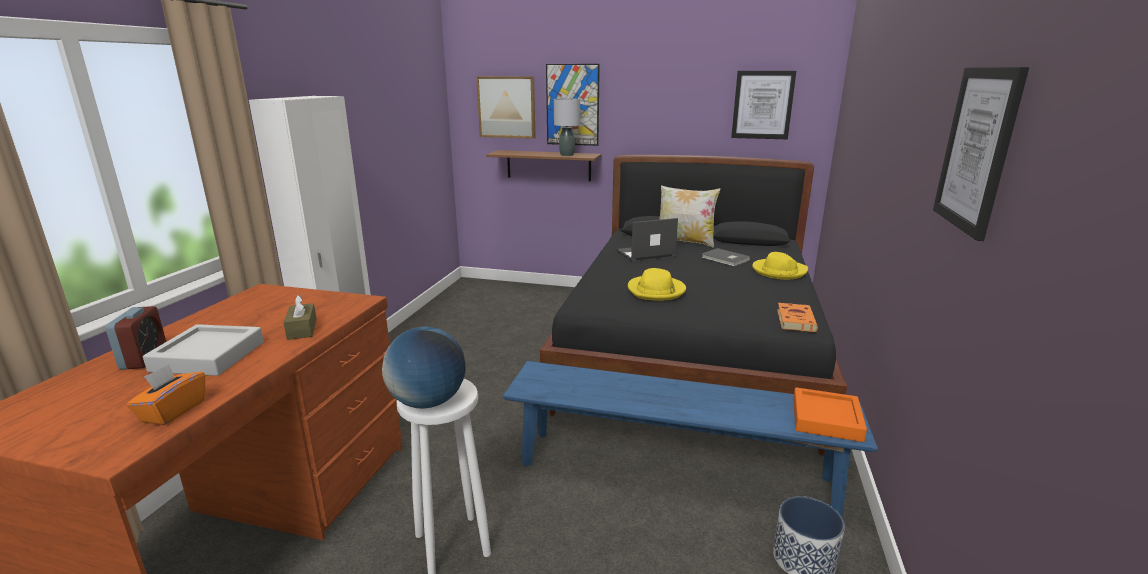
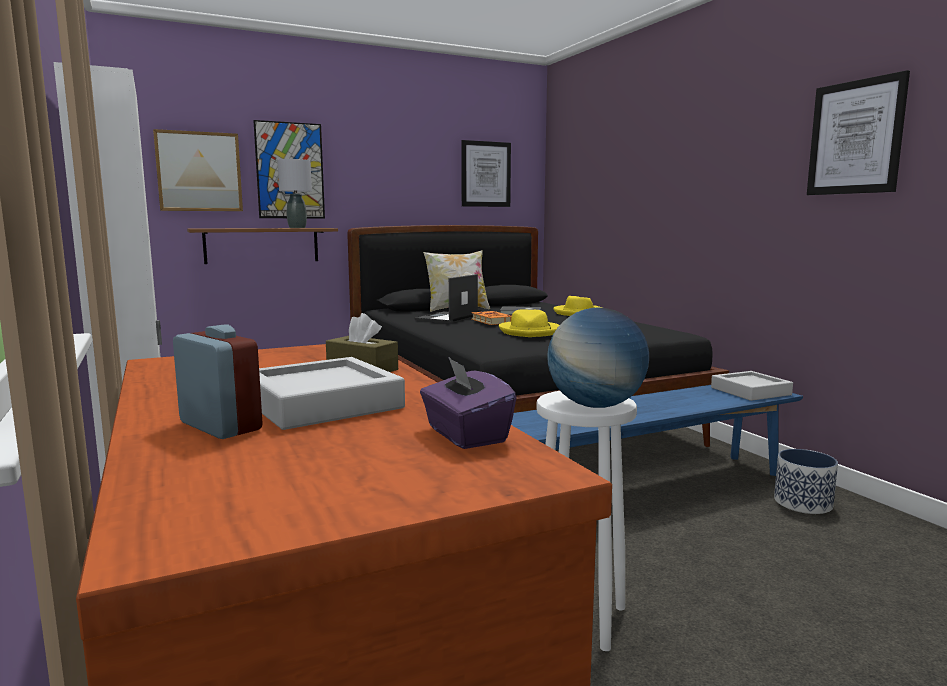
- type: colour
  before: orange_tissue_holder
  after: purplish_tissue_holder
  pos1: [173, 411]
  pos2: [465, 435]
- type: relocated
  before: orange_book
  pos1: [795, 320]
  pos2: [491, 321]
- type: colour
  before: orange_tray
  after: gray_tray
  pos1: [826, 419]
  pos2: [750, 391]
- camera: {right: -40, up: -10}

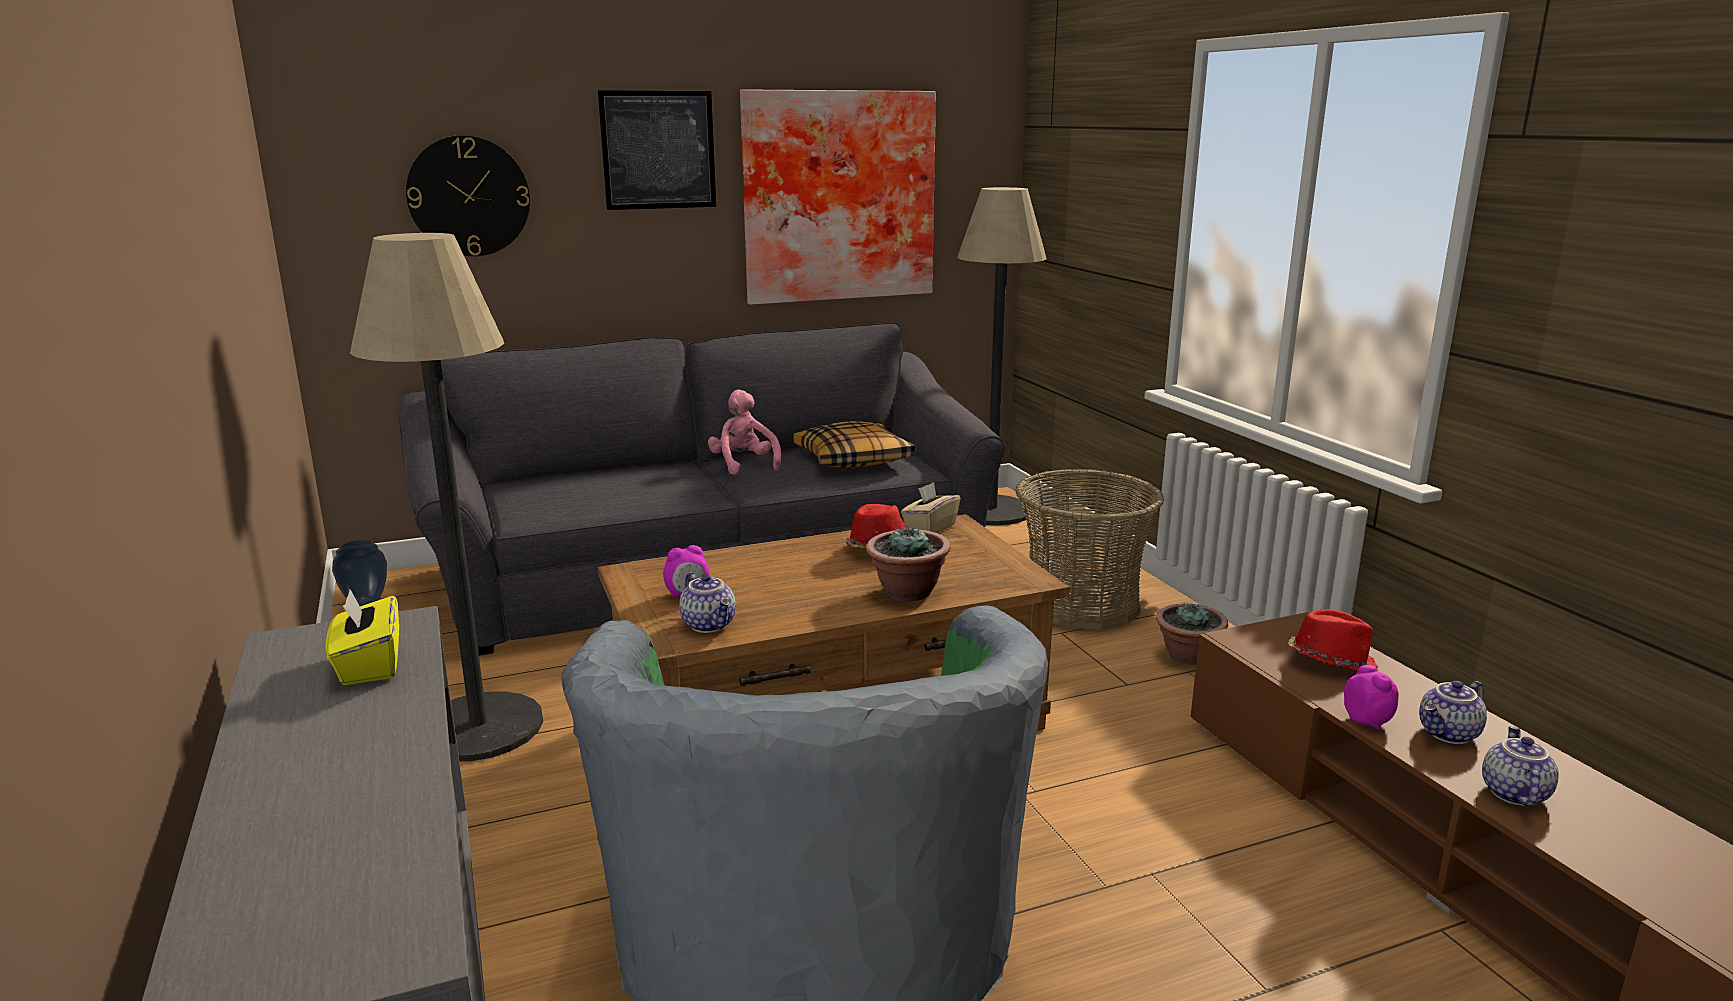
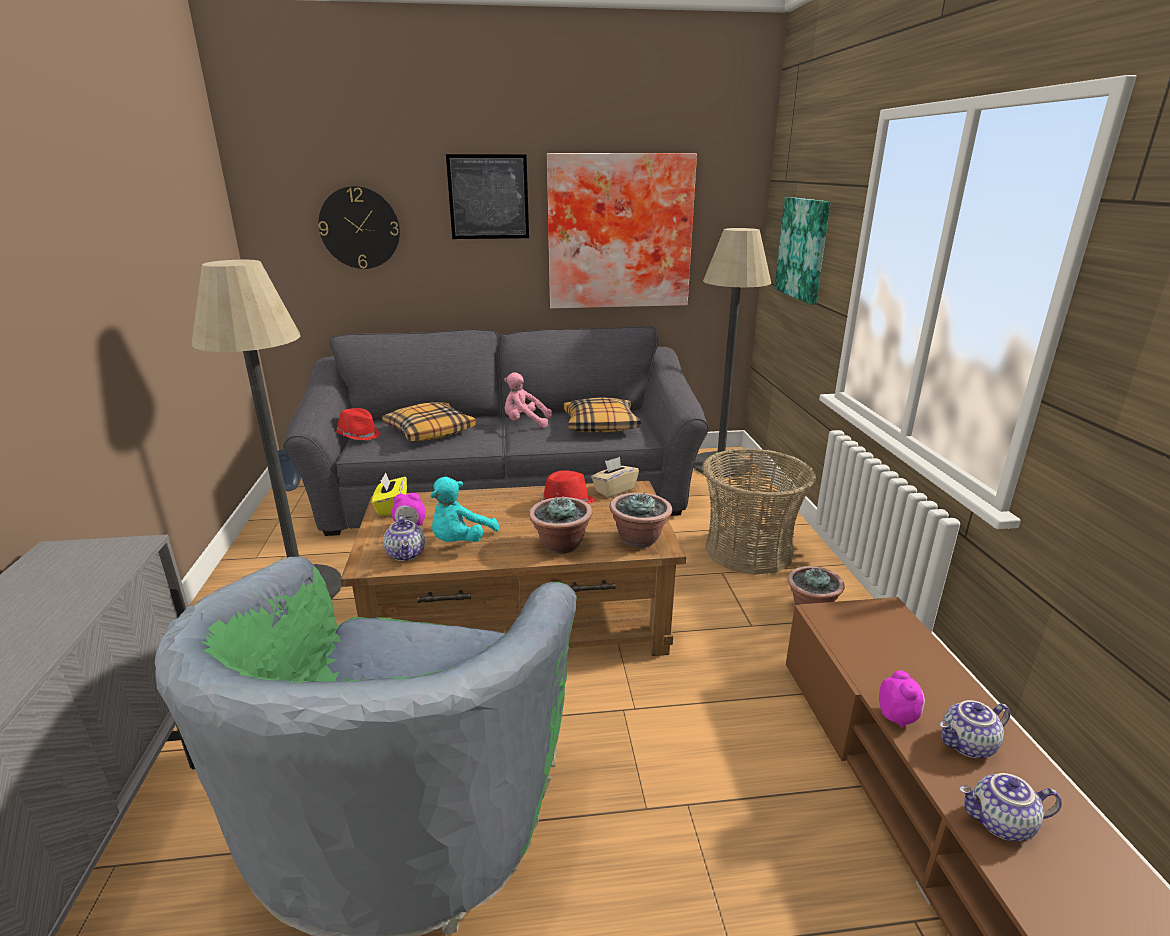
- type: relocated
  before: yellowish_tissue_holder
  pos1: [369, 665]
  pos2: [391, 507]
- type: spun
  before: pink-coloured_cuddly_toy
  pos1: [744, 465]
  pos2: [525, 423]
  turn: -75
- type: relocated
  before: reddish_clothing_hat
  pos1: [1330, 661]
  pos2: [358, 435]
- type: spun
  before: pot_for_tea
  pos1: [1512, 793]
  pos2: [1000, 824]
  turn: -120
- type: appeared
  after: pillow
  pos2: [429, 431]
- type: appeared
  after: turquoise-coloured_cuddly_toy
  pos2: [460, 542]
- type: appeared
  after: potted_plant
  pos2: [639, 539]
- type: appeared
  after: wall_picture
  pos2: [803, 249]
- camera: {right: 15, up: 5}

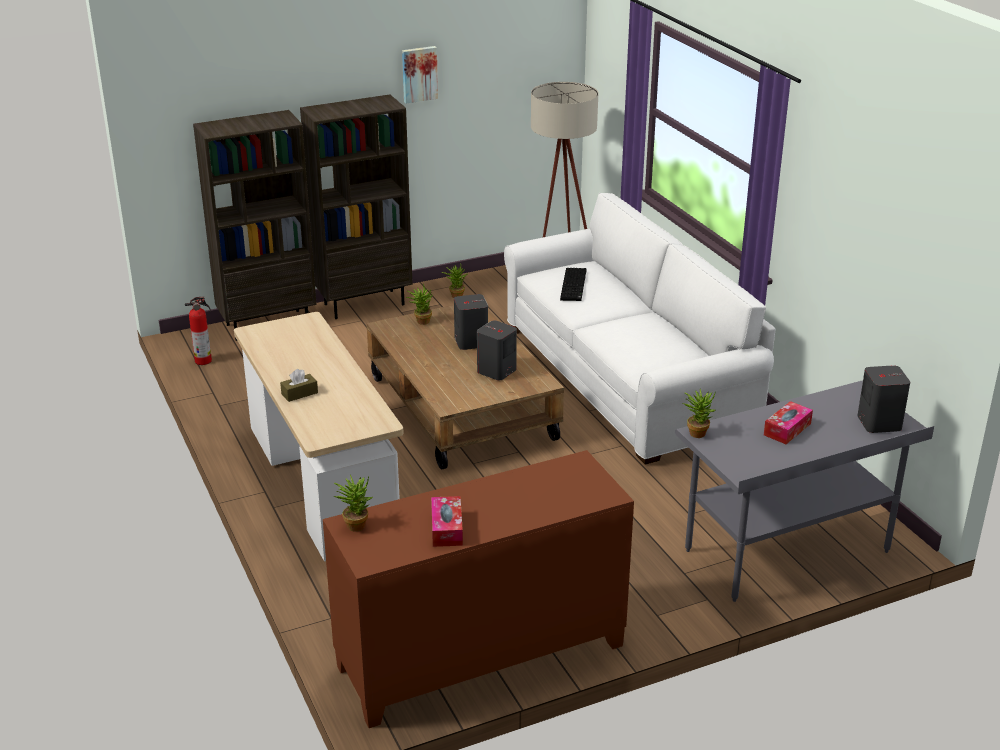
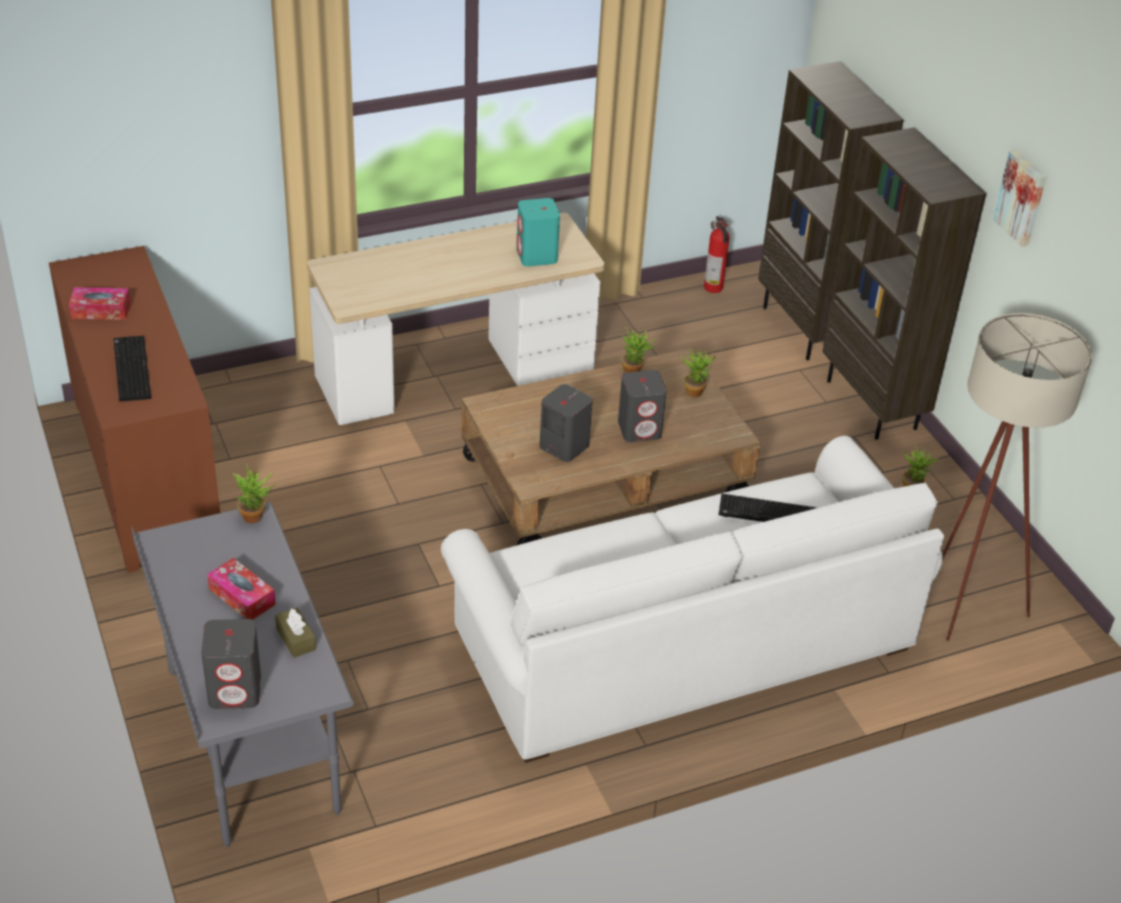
- type: relocated
  before: brown_tissue_holder
  pos1: [299, 393]
  pos2: [296, 639]
- type: relocated
  before: potted_plant
  pos1: [355, 523]
  pos2: [635, 371]
- type: appeared
  after: PC_keyboard
  pos2: [130, 369]
- type: appeared
  after: turquoise-coloured_speaker
  pos2: [537, 256]
- camera: {right: 90, up: 10}

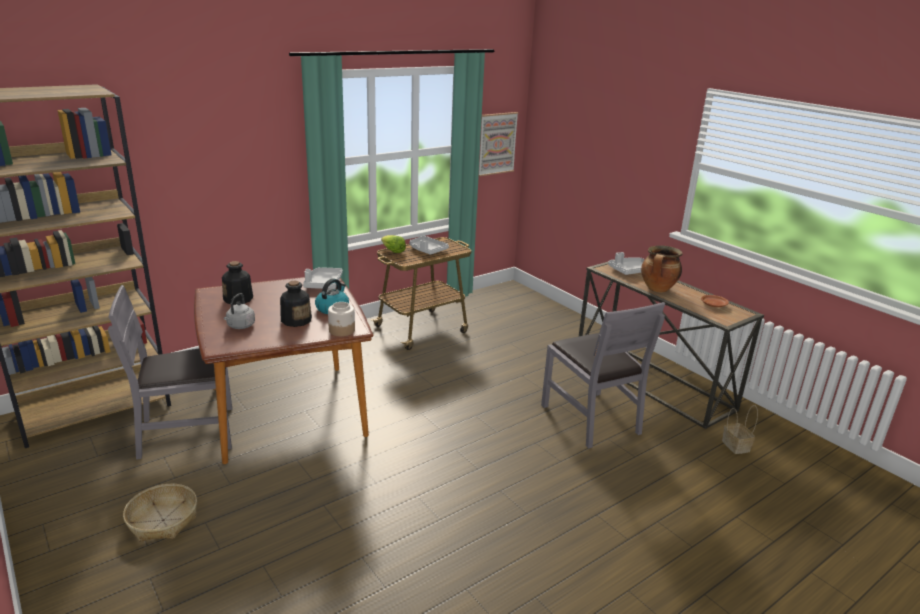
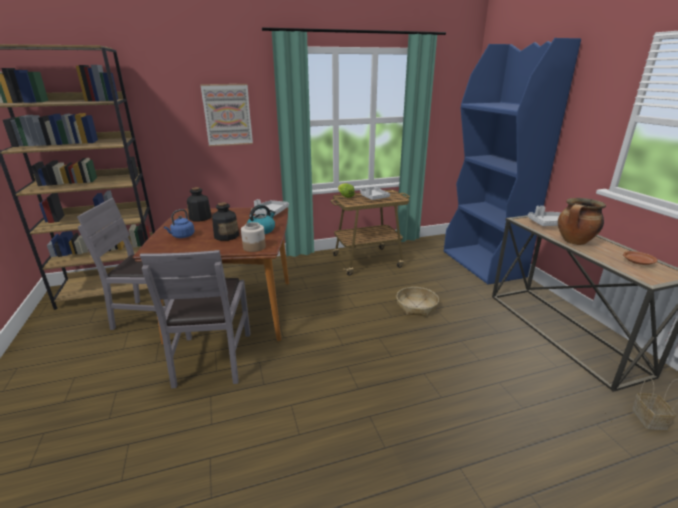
- type: relocated
  before: basket
  pos1: [163, 520]
  pos2: [416, 307]
- type: colour
  before: gray_tea_kettle
  after: blue_tea_kettle
  pos1: [240, 326]
  pos2: [182, 236]
- type: relocated
  before: wall_picture
  pos1: [497, 143]
  pos2: [227, 115]
- type: relocated
  before: gray_plain_chair
  pos1: [591, 418]
  pos2: [212, 358]
- type: appeared
  after: blue_shelving_unit
  pos2: [483, 264]
- camera: {right: 20, up: 0}

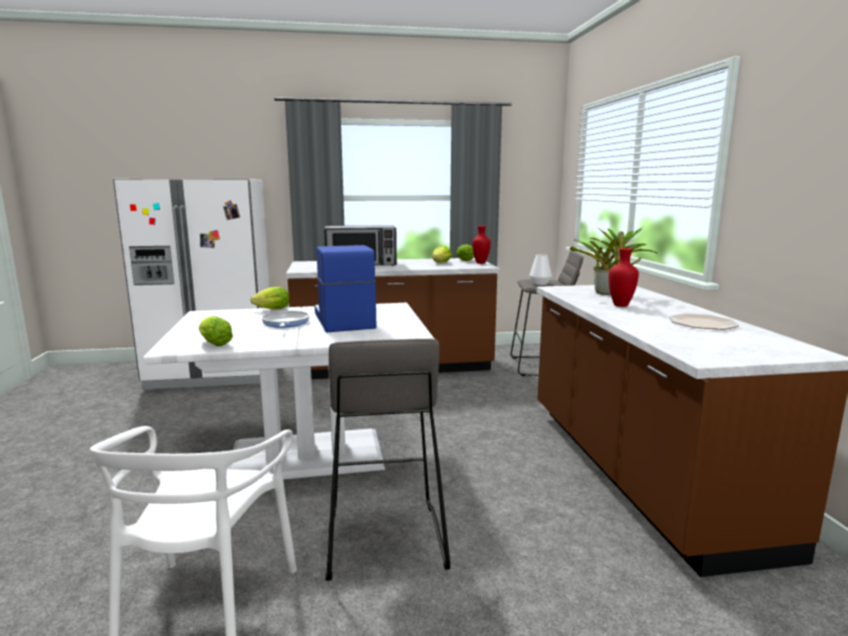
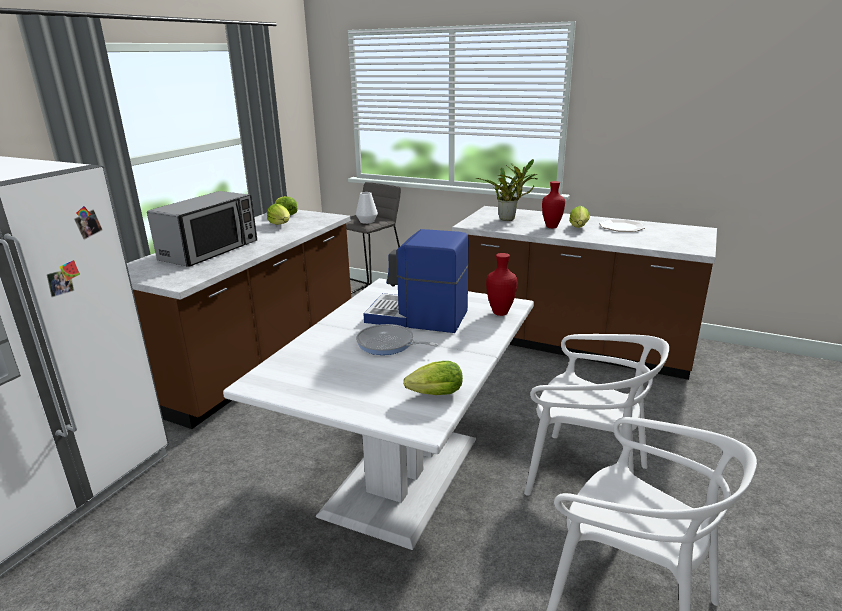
- type: relocated
  before: lettuce_head
  pos1: [270, 310]
  pos2: [578, 228]
- type: exchanged
  before: gray_stool_seat
  after: whitish_plain_chair
  pos1: [384, 541]
  pos2: [586, 476]
- type: relocated
  before: reddish_vase
  pos1: [481, 263]
  pos2: [501, 313]
- camera: {right: -55, up: 10}

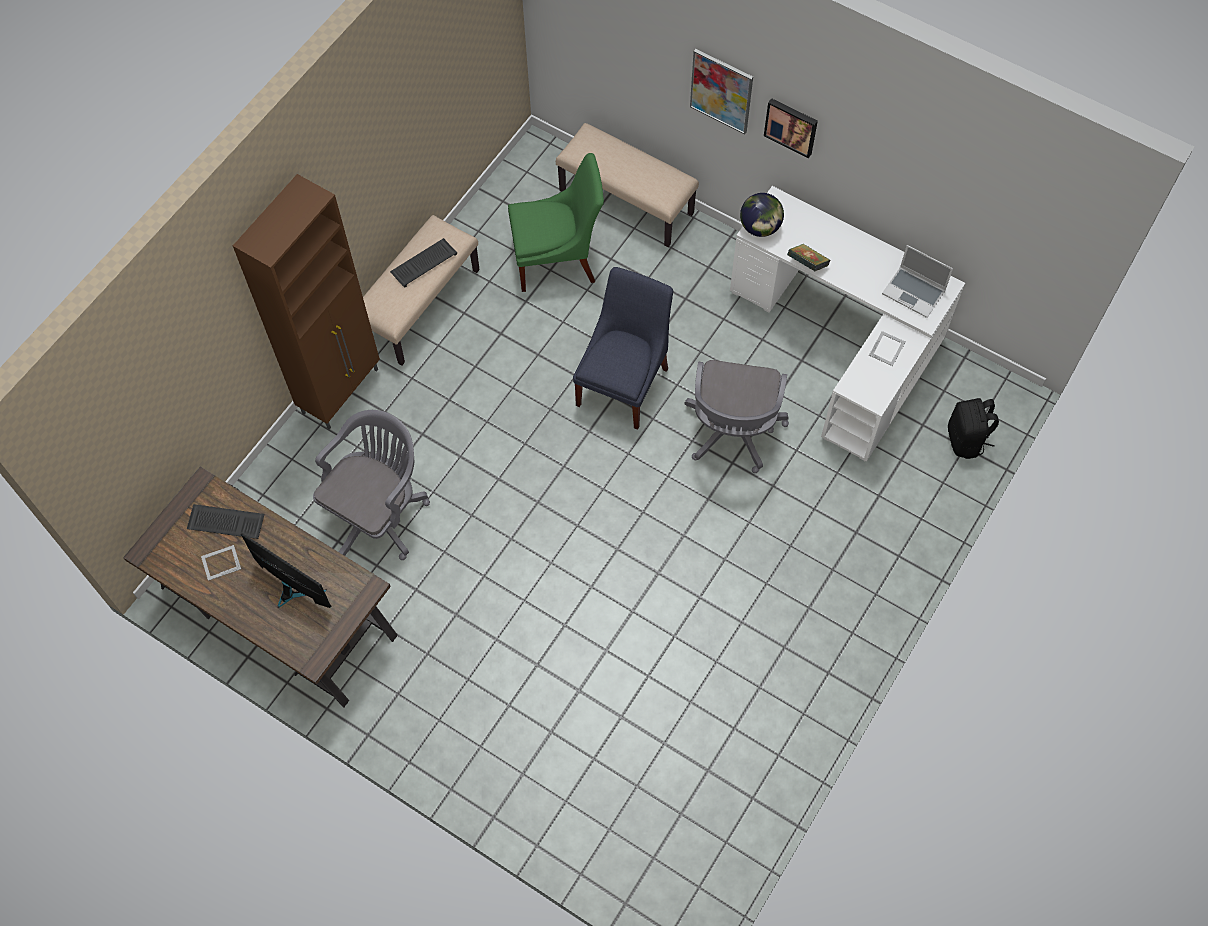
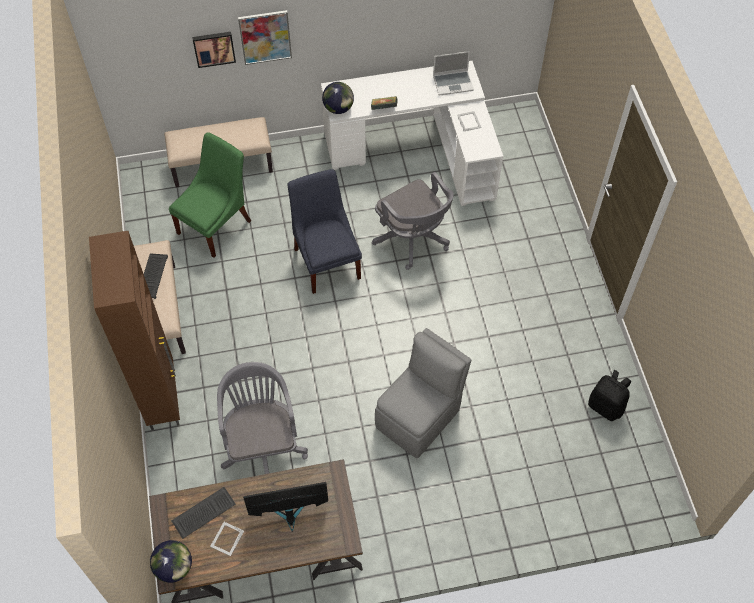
- type: relocated
  before: wall_picture
  pos1: [791, 126]
  pos2: [214, 48]
- type: relocated
  before: black-coloured_knapsack
  pos1: [966, 440]
  pos2: [606, 406]
- type: appeared
  after: globe
  pos2: [174, 567]
- type: appeared
  after: gray_plain_chair
  pos2: [419, 417]
- camera: {right: -45, up: -5}

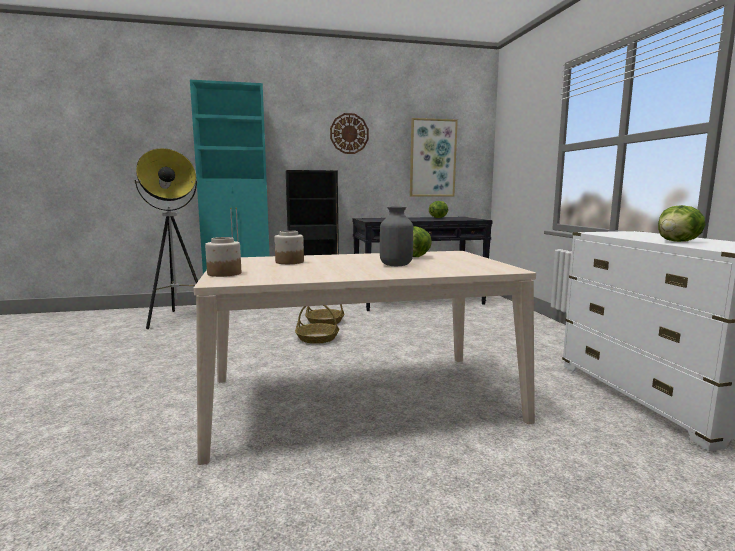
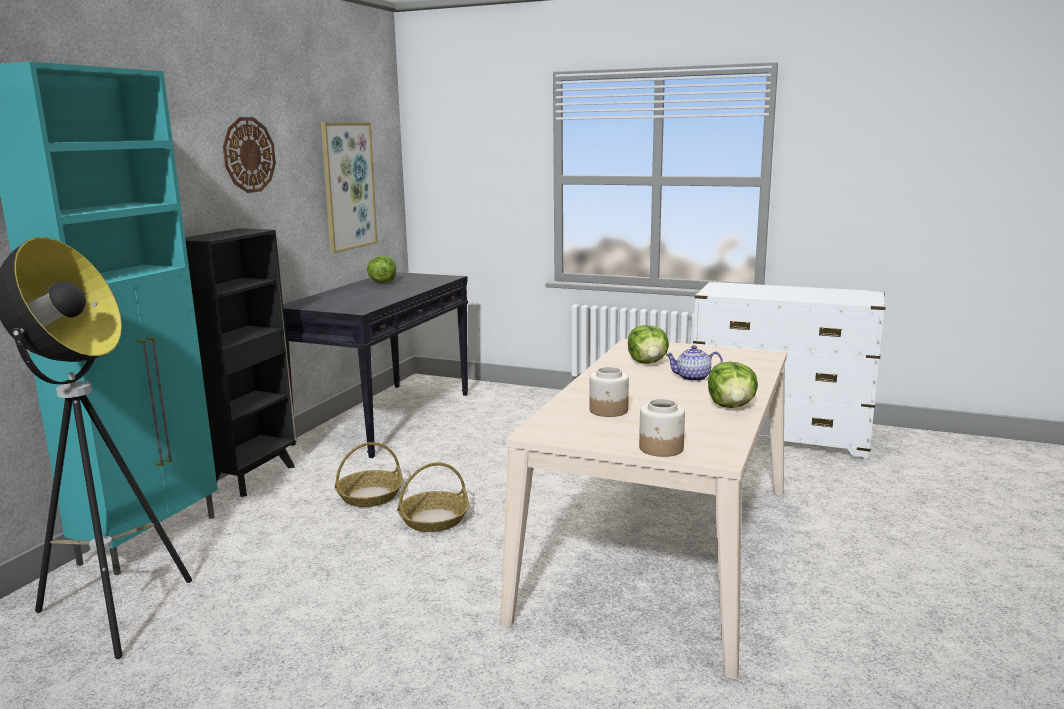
- type: exchanged
  before: gray_vase
  after: pot_for_tea
  pos1: [396, 265]
  pos2: [692, 378]
- type: relocated
  before: lettuce_head
  pos1: [678, 242]
  pos2: [732, 406]
- camera: {right: -55, up: 5}

